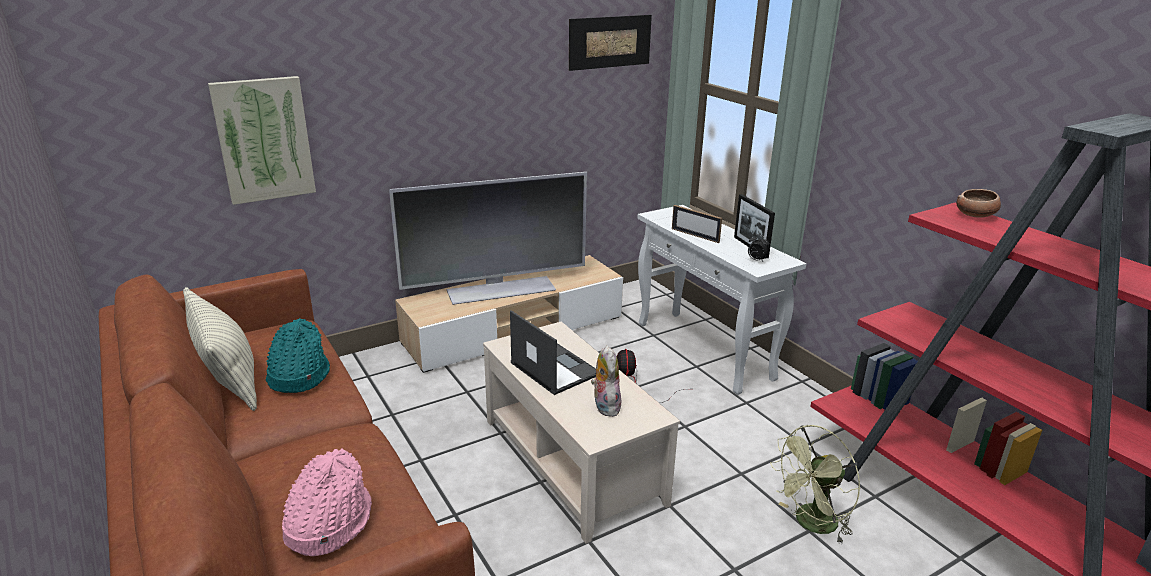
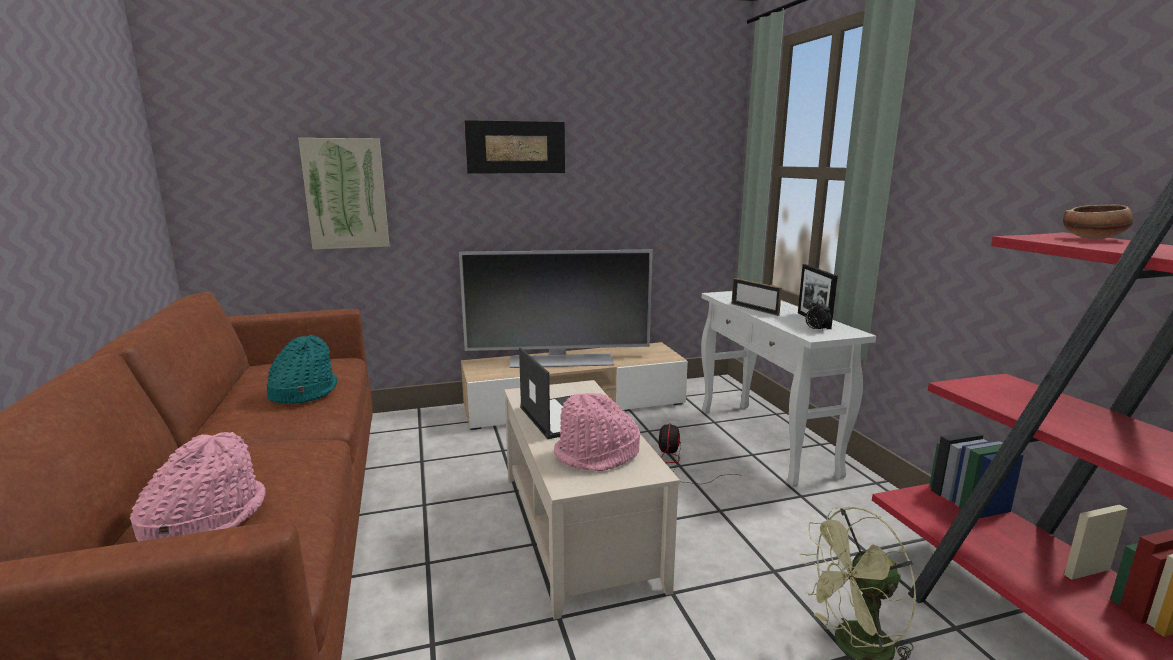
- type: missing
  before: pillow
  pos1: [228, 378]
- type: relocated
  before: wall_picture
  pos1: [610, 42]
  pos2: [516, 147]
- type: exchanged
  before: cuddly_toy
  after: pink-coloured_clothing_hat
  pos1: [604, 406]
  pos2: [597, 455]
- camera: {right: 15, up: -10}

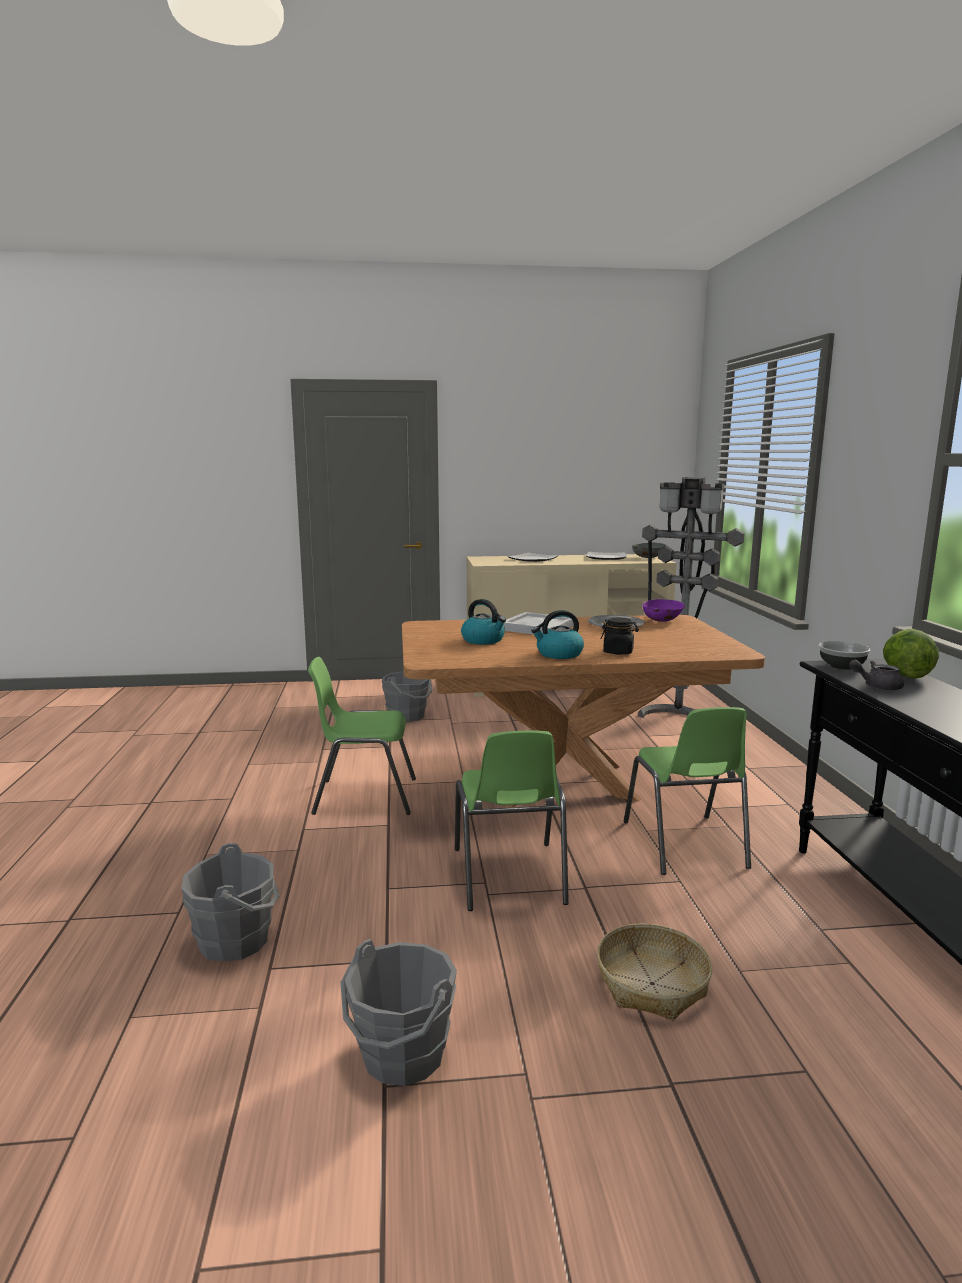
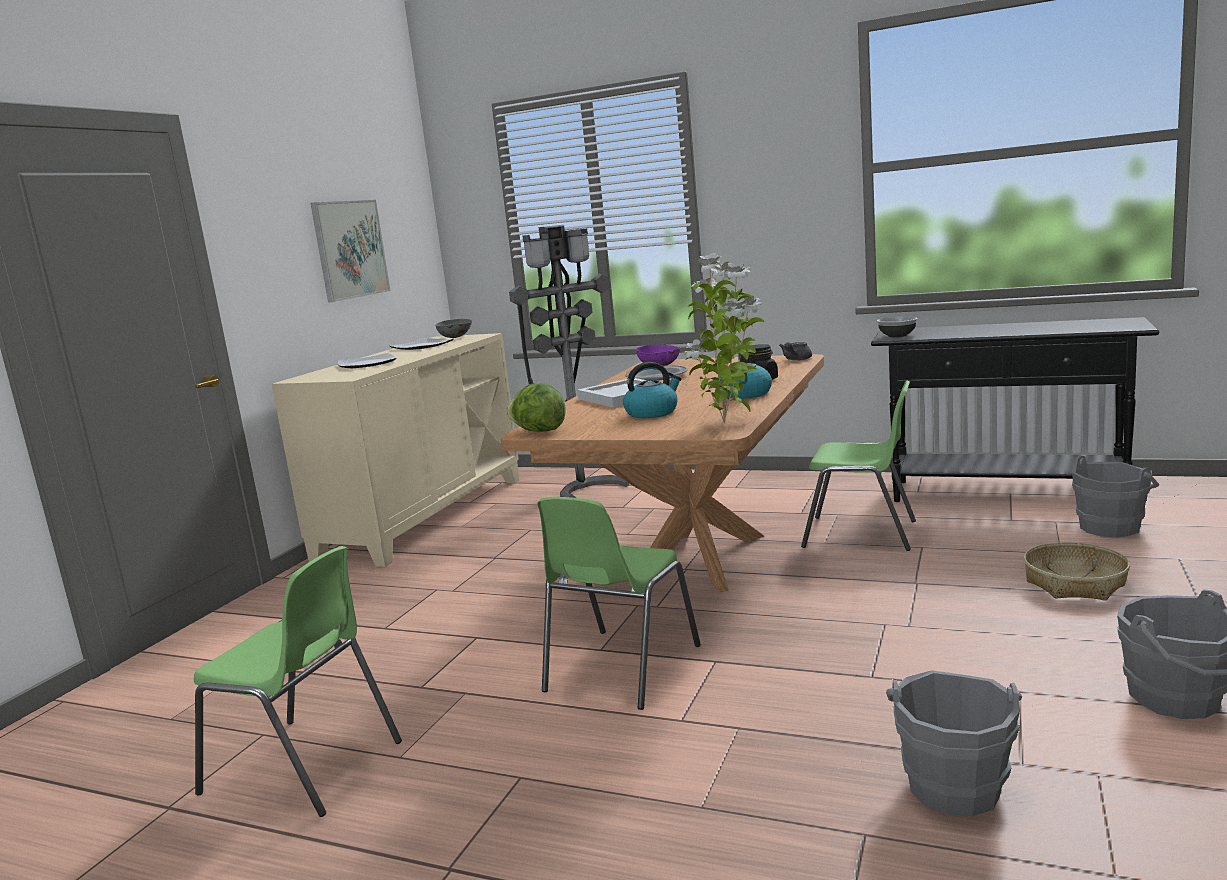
- type: relocated
  before: gray_pail
  pos1: [407, 716]
  pos2: [1110, 527]
- type: relocated
  before: greenish_plain_chair
  pos1: [509, 877]
  pos2: [305, 767]
- type: relocated
  before: gray_pot_for_tea
  pos1: [876, 686]
  pos2: [796, 360]
- type: relocated
  before: lettuce_head
  pos1: [905, 675]
  pos2: [539, 431]
- type: appeared
  after: wall_picture
  pos2: [350, 249]
- type: appeared
  after: potted_plant
  pos2: [727, 422]
- camera: {right: -60, up: 0}

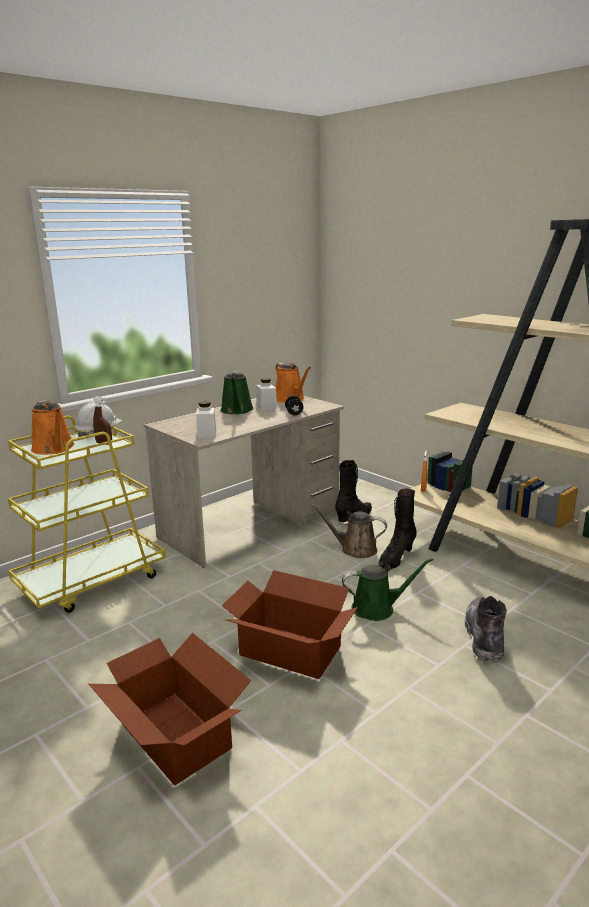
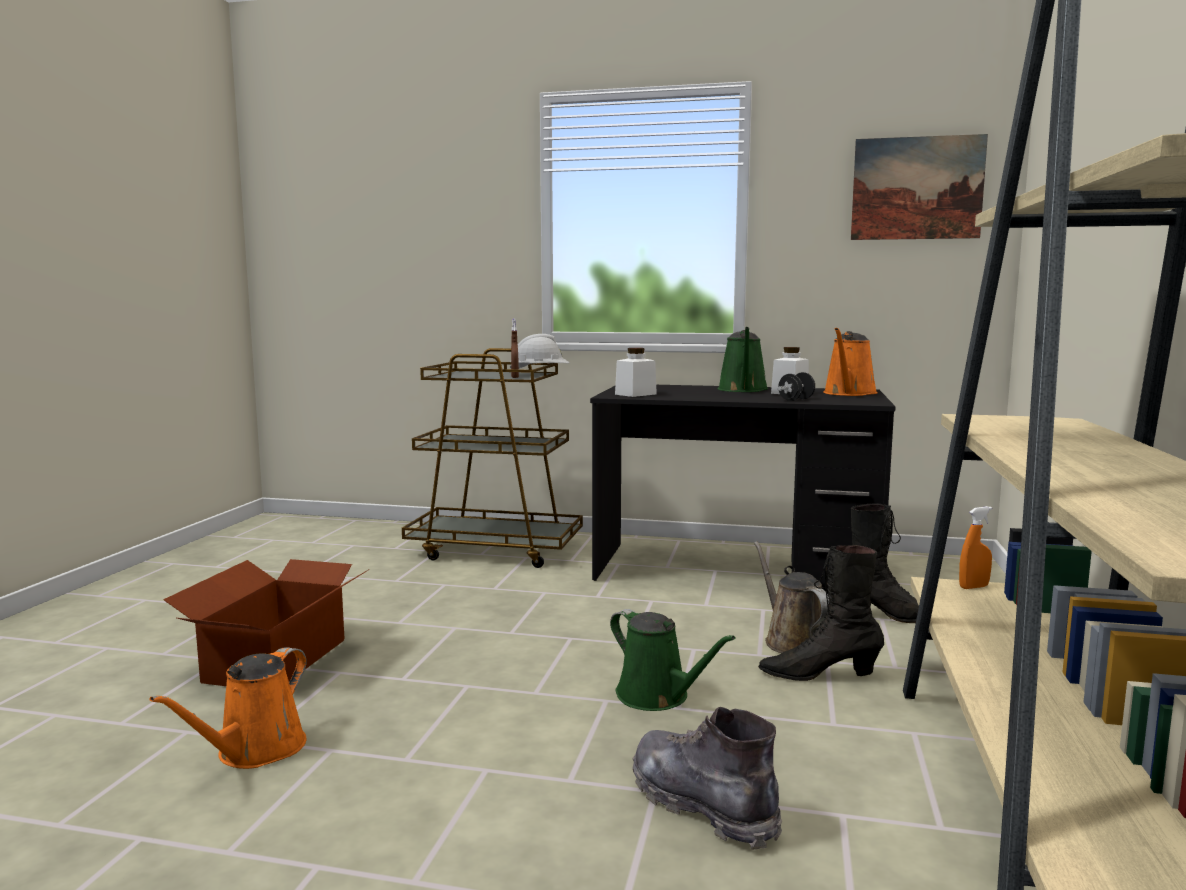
- type: colour
  before: yellowish_trolley
  after: brown_trolley
  pos1: [92, 580]
  pos2: [496, 550]
- type: relocated
  before: orange_watering_pot
  pos1: [54, 449]
  pos2: [255, 751]
- type: colour
  before: sand-coloured_desk_table
  after: black-coloured_desk_table
  pos1: [252, 524]
  pos2: [736, 571]
- type: spun
  before: greenish_watering_pot
  pos1: [237, 410]
  pos2: [743, 390]
  turn: -45
- type: missing
  before: carton
  pos1: [290, 649]
- type: spun
  before: gray_boot
  pos1: [484, 637]
  pos2: [702, 805]
  turn: -105
- type: appeared
  after: wall_picture
  pos2: [917, 188]
- camera: {right: 55, up: -10}

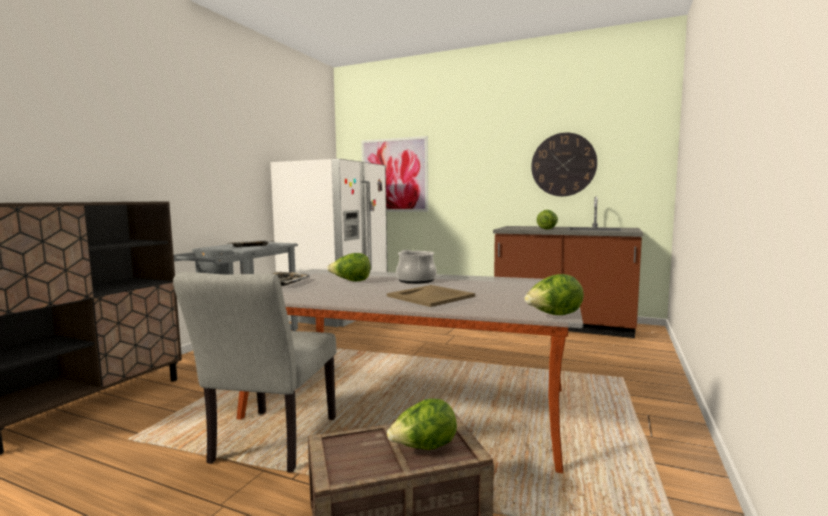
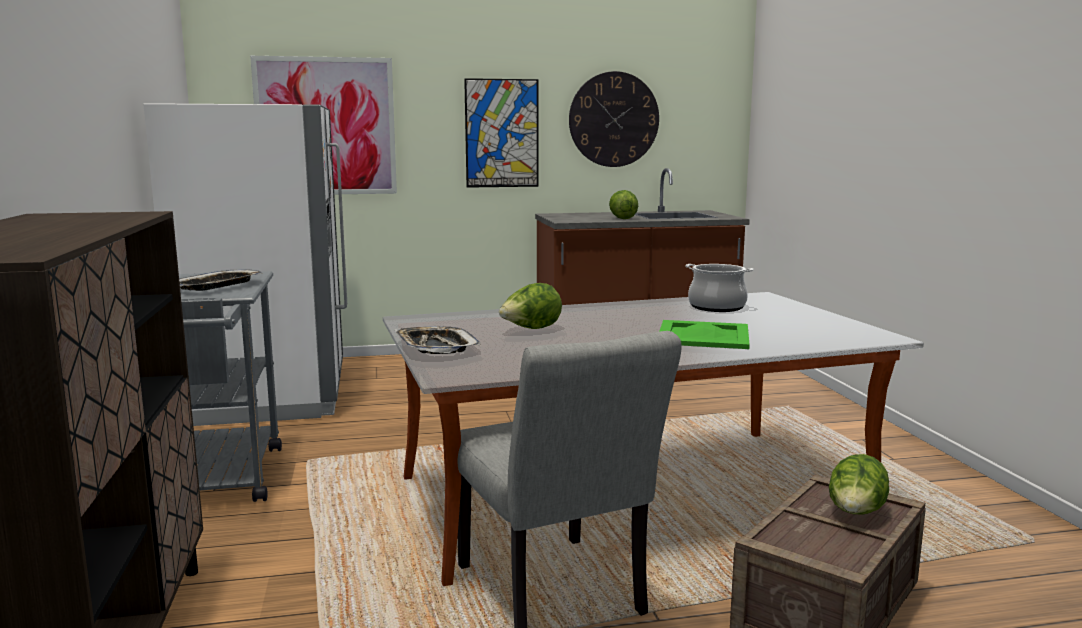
- type: colour
  before: sand-coloured_tray
  after: greenish_tray
  pos1: [429, 296]
  pos2: [702, 336]
- type: relocated
  before: stockpot
  pos1: [416, 280]
  pos2: [717, 307]
- type: missing
  before: lettuce_head
  pos1: [553, 315]
- type: appeared
  after: wall_picture
  pos2: [502, 133]
- camera: {right: -35, up: 5}

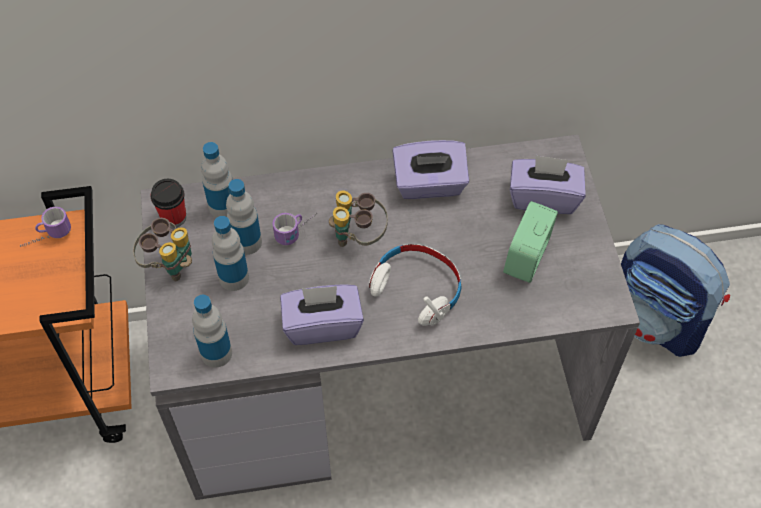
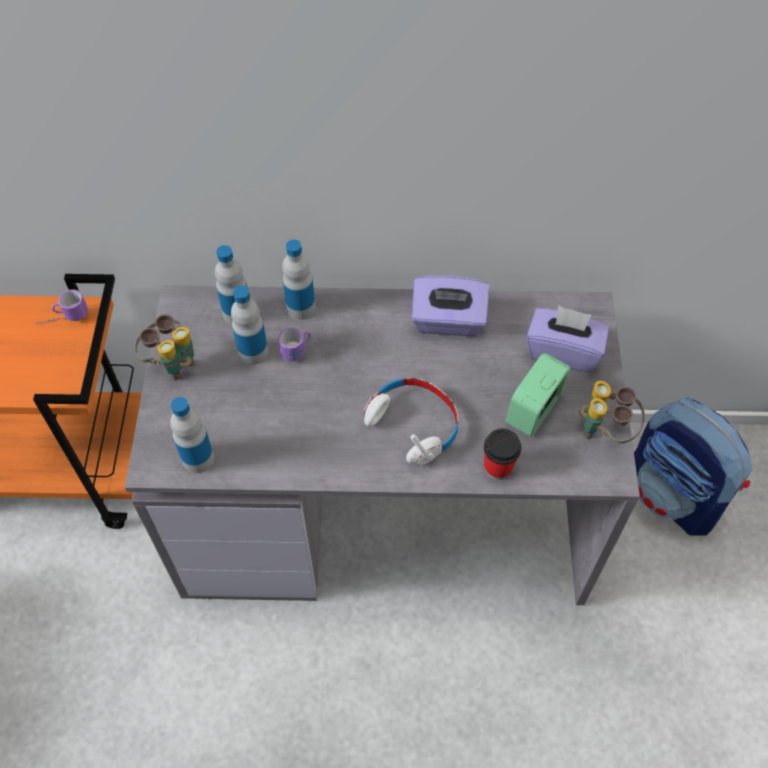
- type: relocated
  before: cup
  pos1: [173, 217]
  pos2: [498, 467]
- type: relocated
  before: bottle
  pos1: [234, 278]
  pos2: [301, 308]
- type: missing
  before: purplish_tissue_holder
  pos1: [322, 325]
- type: relocated
  before: pair_of_binoculars
  pos1: [358, 236]
  pos2: [605, 430]
- camera: {right: 10, up: 0}

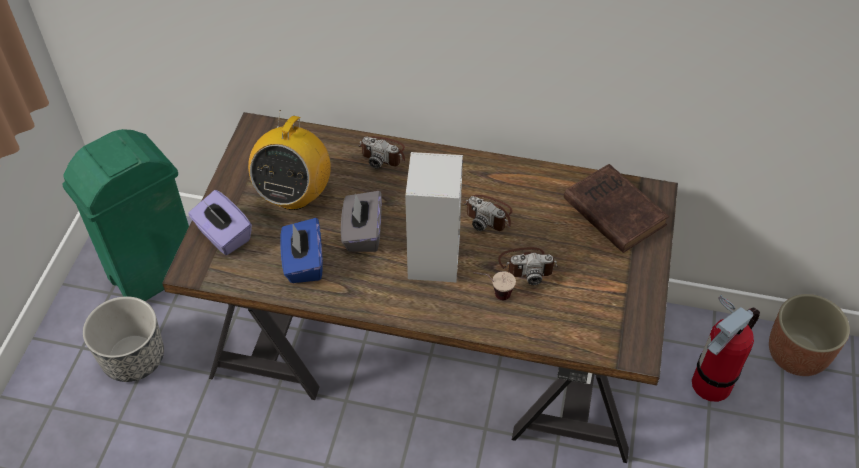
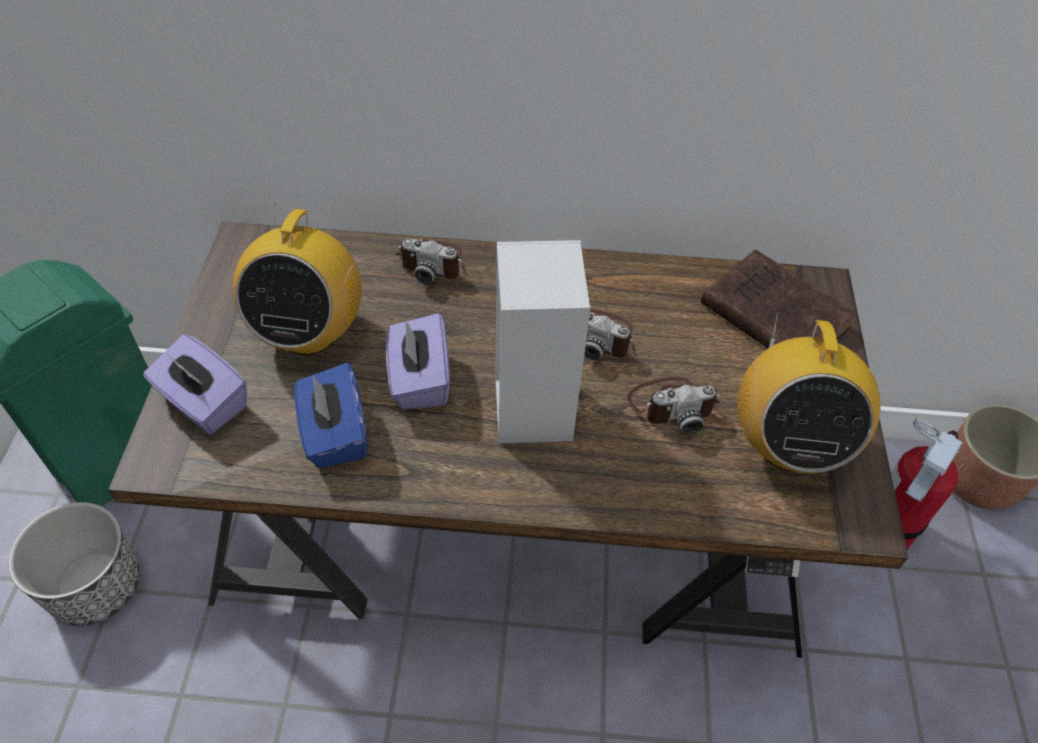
- type: colour
  before: gray_tissue_holder
  after: purplish_tissue_holder
  pos1: [362, 233]
  pos2: [419, 380]
- type: missing
  before: cup
  pos1: [493, 294]
- type: appeared
  after: radio_set
  pos2: [787, 444]
- camera: {right: -10, up: 0}

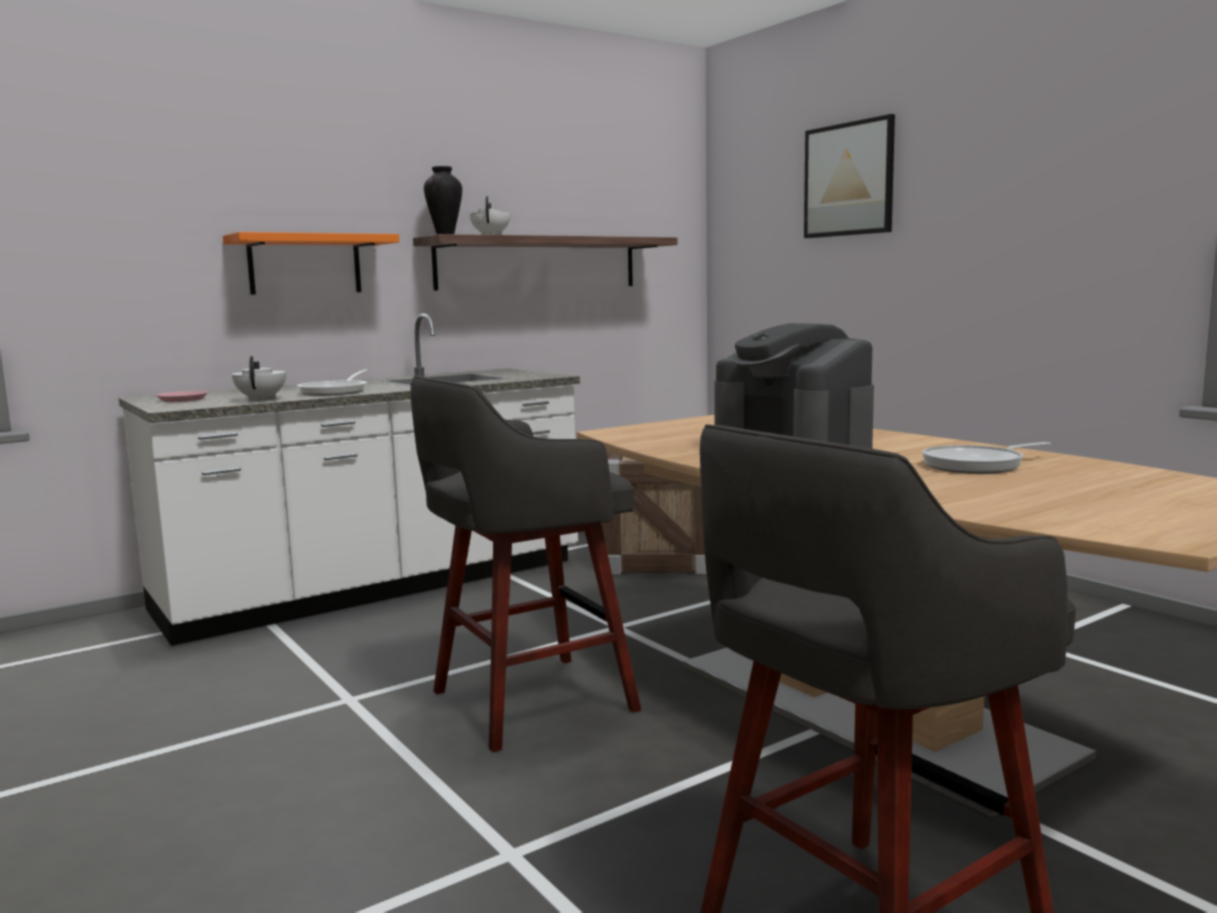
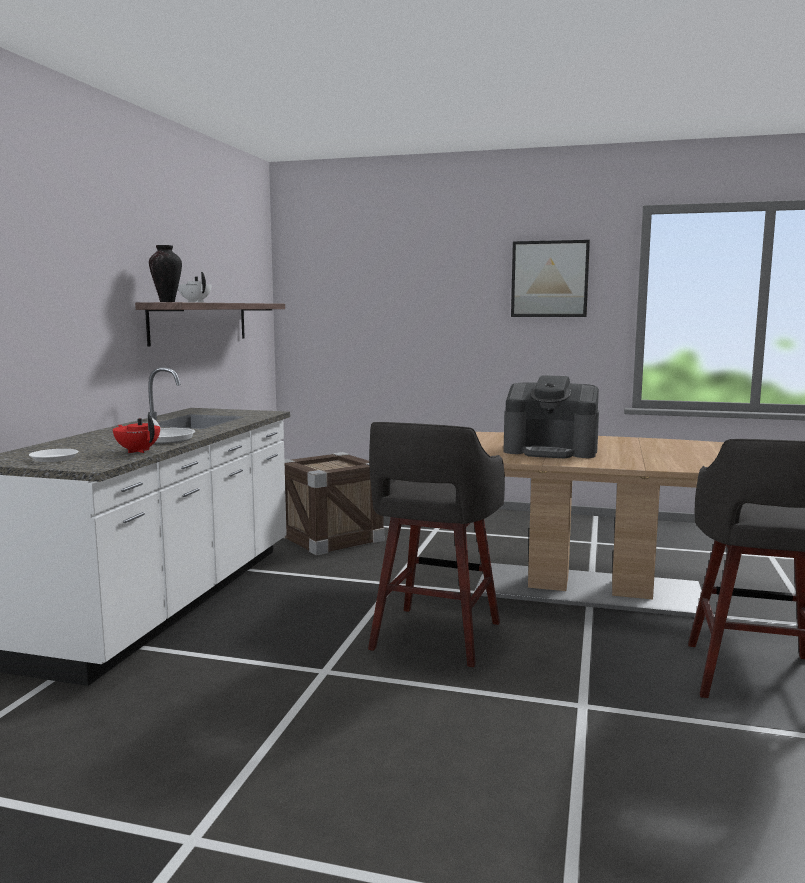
- type: colour
  before: pink-coloured_flat_dish
  after: whitish_flat_dish
  pos1: [183, 400]
  pos2: [54, 458]
- type: missing
  before: orange_wall_shelf
  pos1: [305, 265]
- type: colour
  before: whitish_pot_for_tea
  after: reddish_pot_for_tea
  pos1: [262, 399]
  pos2: [138, 451]
- type: relocated
  before: wall_picture
  pos1: [848, 179]
  pos2: [549, 279]
- type: missing
  before: frying_pan
  pos1: [977, 465]
- camera: {right: -40, up: 0}

